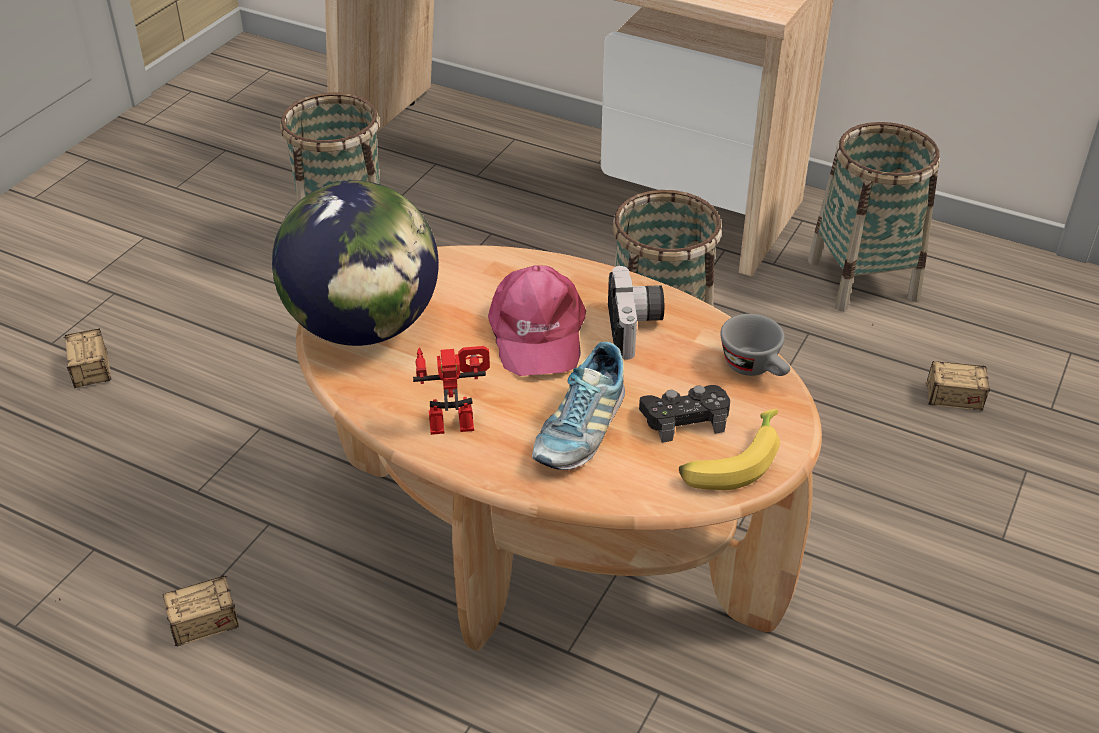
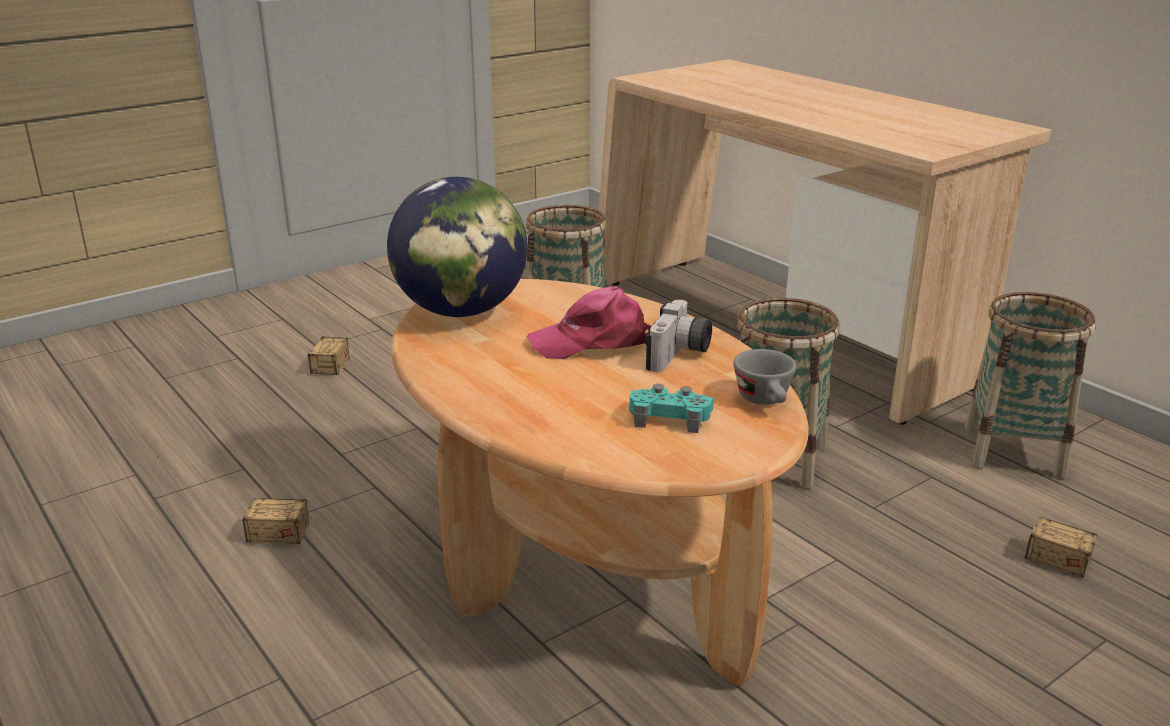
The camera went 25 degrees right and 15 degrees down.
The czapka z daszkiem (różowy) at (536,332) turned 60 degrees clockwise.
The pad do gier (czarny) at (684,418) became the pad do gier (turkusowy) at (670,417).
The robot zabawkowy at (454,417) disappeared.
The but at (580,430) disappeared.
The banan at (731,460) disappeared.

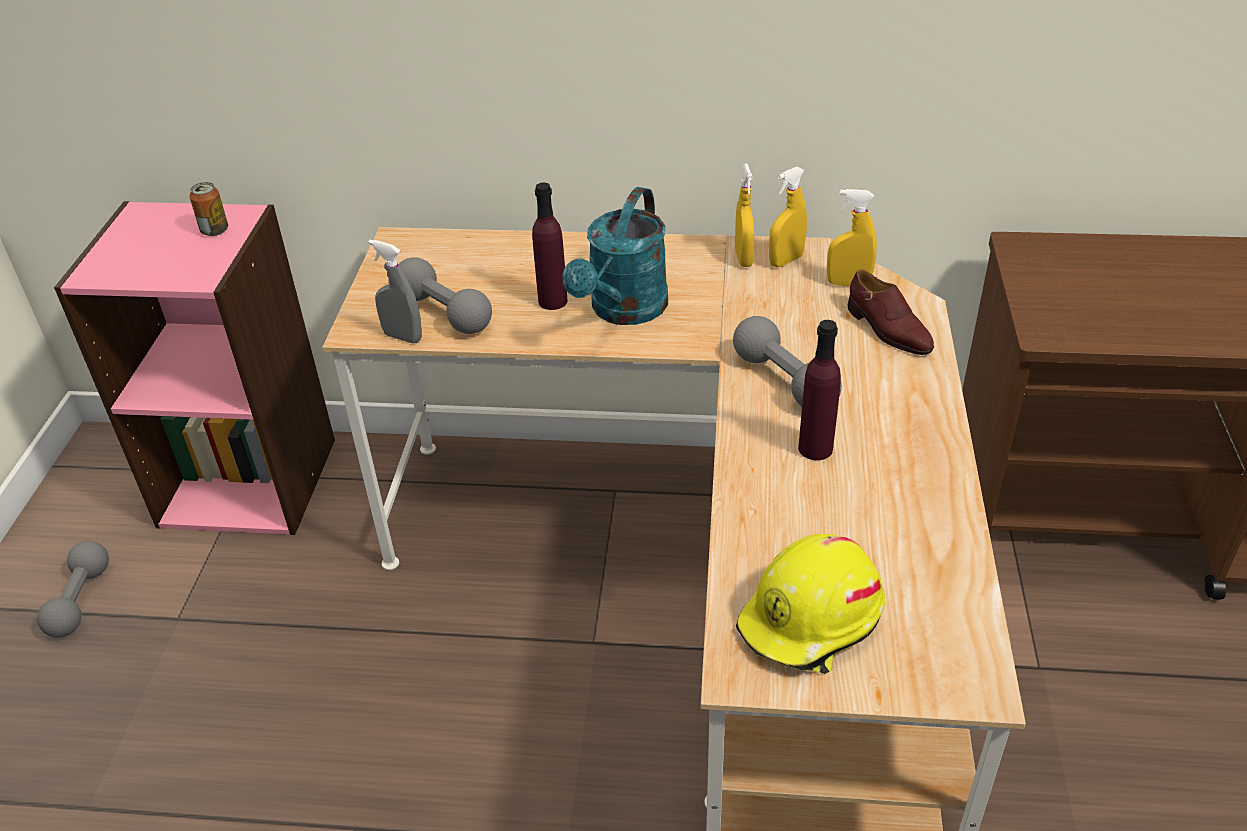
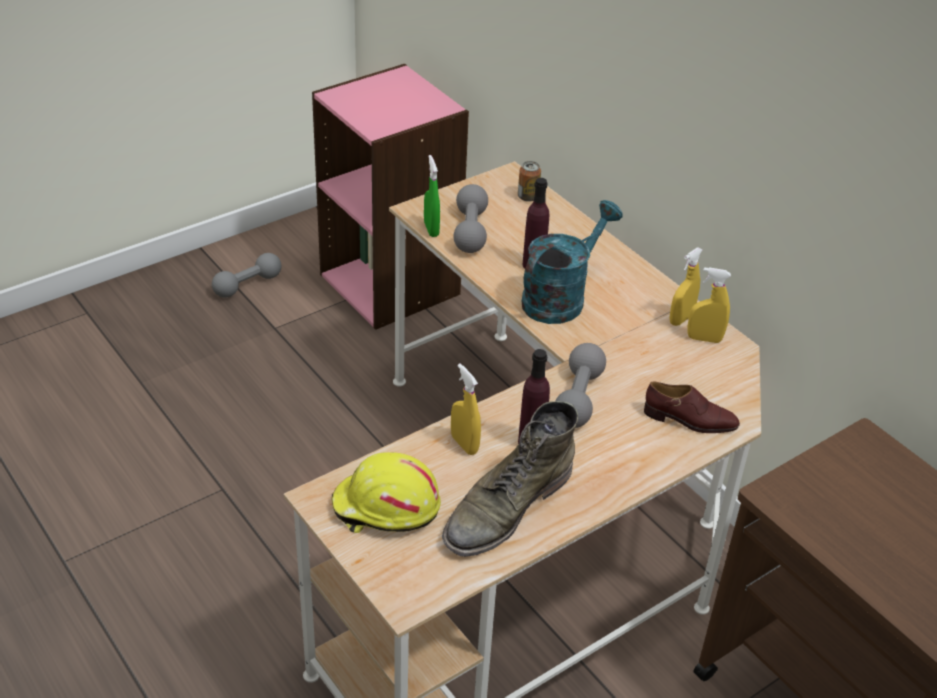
The camera went 45 degrees right and 0 degrees up.
The spryskiwacz (szary) at (403,337) became the spryskiwacz (zielony) at (431,229).
The but z cholewką (zielony) at (507,507) appeared.
The spryskiwacz (żółty) moved from (848,283) to (464,444).
The puszka moved from (215,230) to (528,197).
The konewka (turkusowy) at (623,311) turned 150 degrees clockwise.
The but (brązowy) at (888,330) turned 90 degrees counterclockwise.

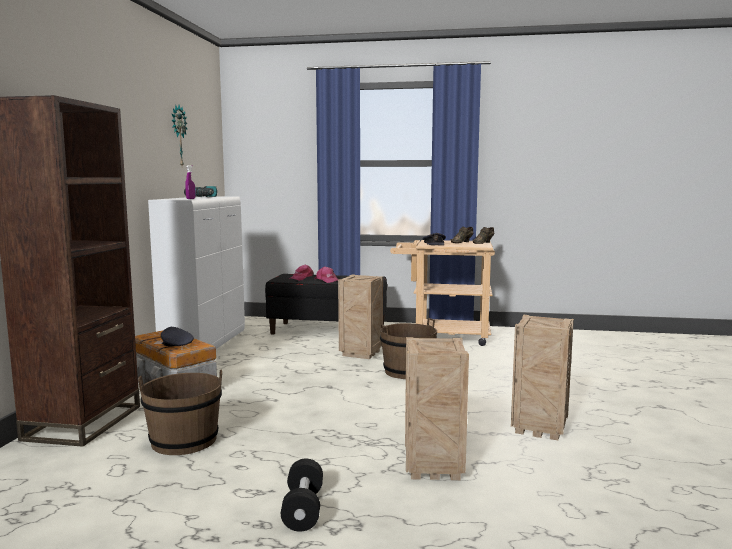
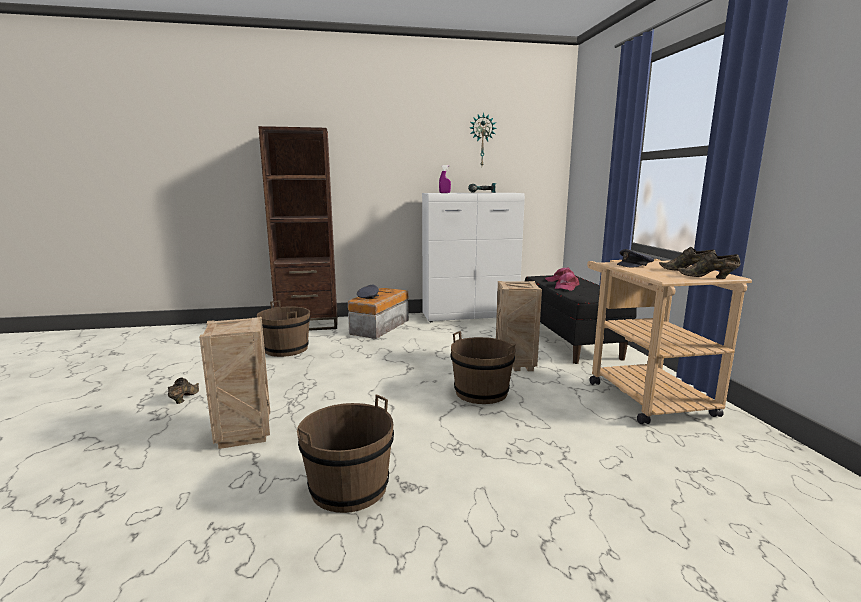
The camera went 70 degrees right and 5 degrees up.
The hantel (czarny) at (303,509) was replaced by the but (brązowy) at (184,398).
The skrzynka at (540,428) was replaced by the wiadro (brązowy) at (349,487).

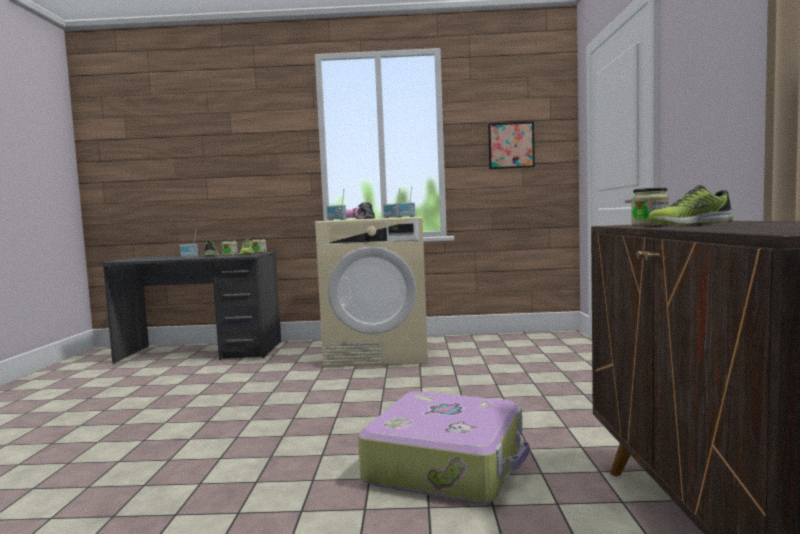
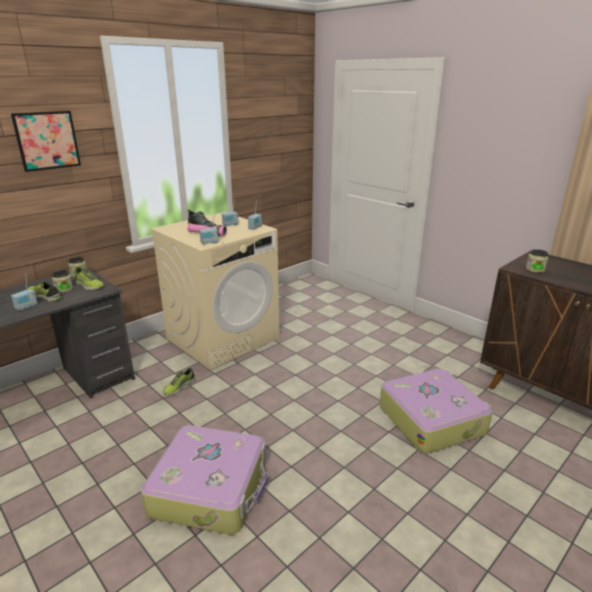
The camera went 45 degrees left and 20 degrees up.
The obraz moved from (511,145) to (47,140).
The walizka at (211,488) appeared.
The but moved from (689,224) to (179,387).

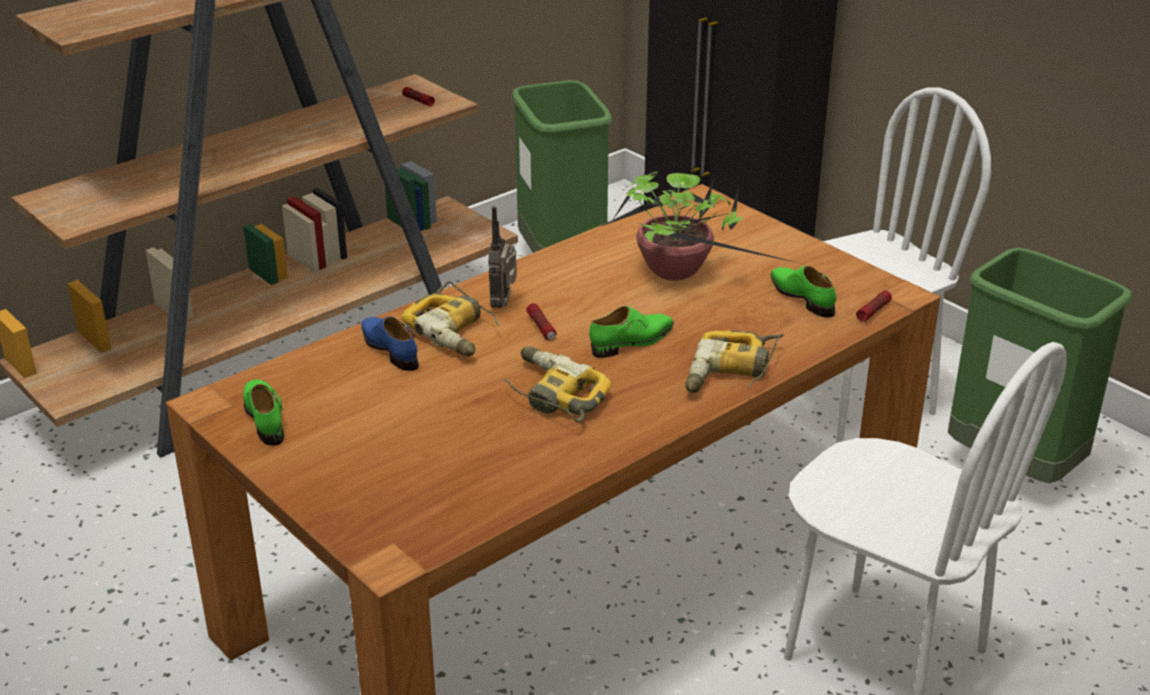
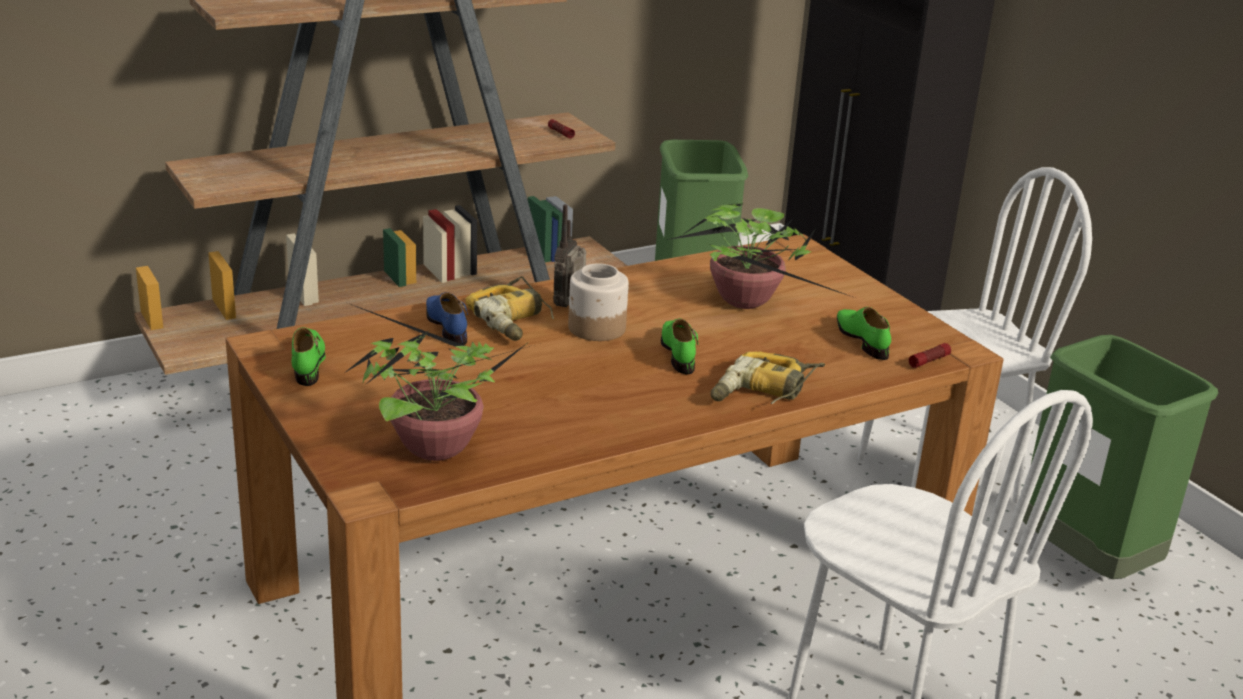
The camera went 10 degrees right and 5 degrees down.
The roślina doniczkowa at (432,447) appeared.
The latarka at (541,327) was replaced by the słoik at (596,328).
The but (zielony) at (632,341) turned 75 degrees counterclockwise.
The wiertarka at (552,395) disappeared.

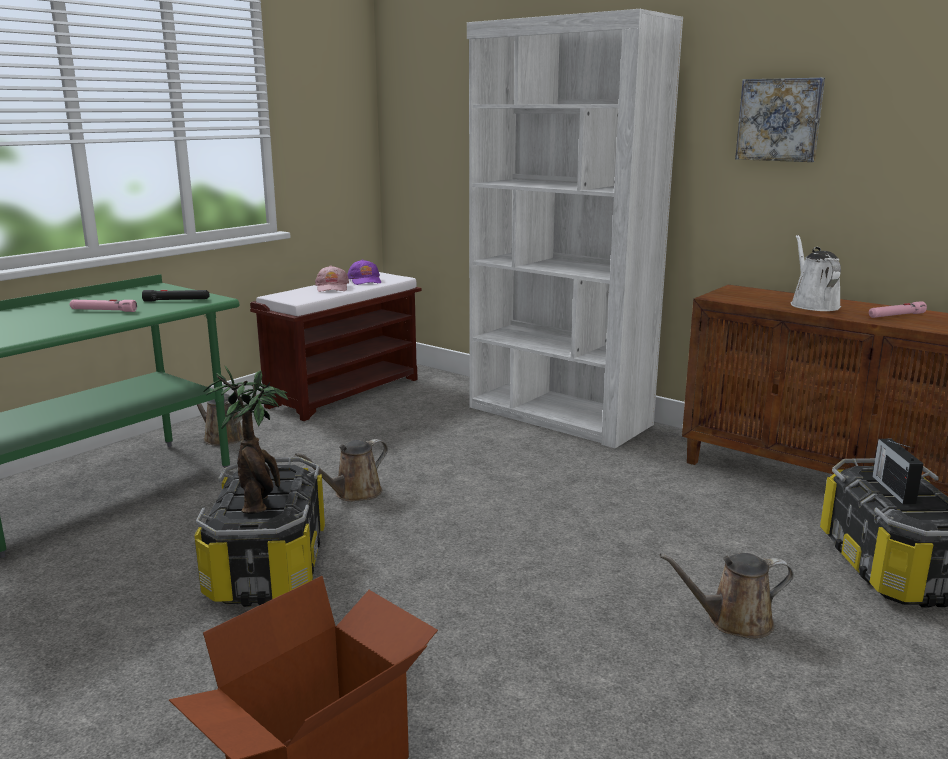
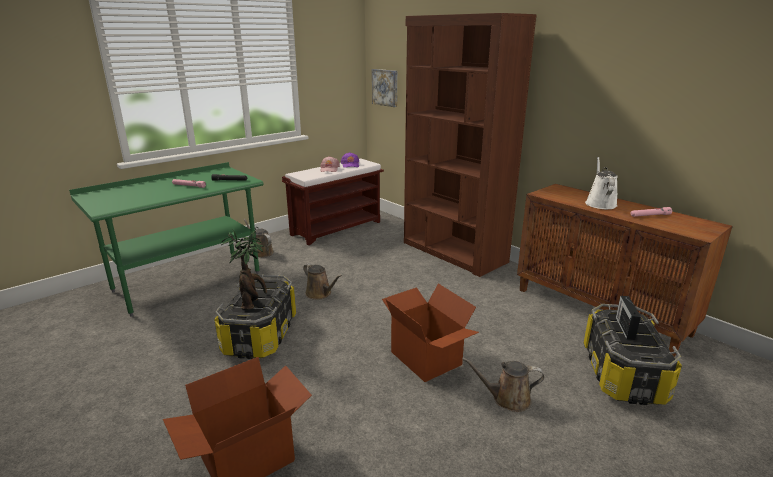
The camera went 10 degrees right and 5 degrees up.
The konewka (brązowy) at (354,493) turned 105 degrees counterclockwise.
The obraz moved from (780,120) to (385,87).
The karton at (427,358) appeared.
The regał (biały) at (558,416) became the regał (brązowy) at (453,252).

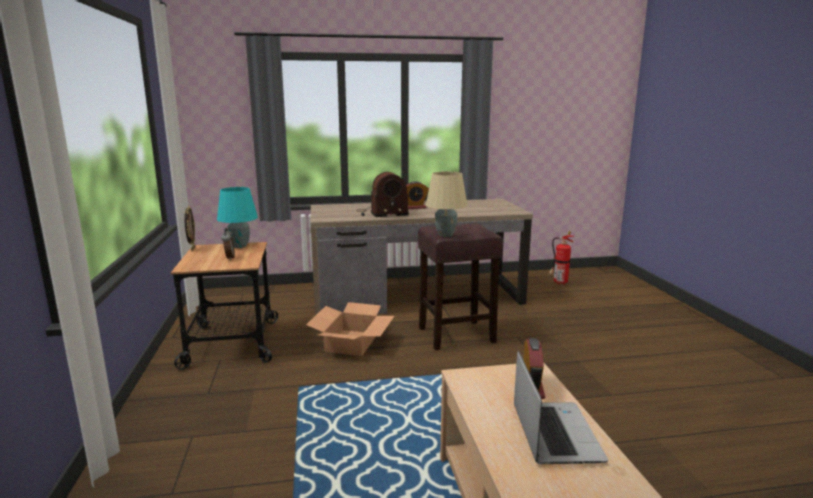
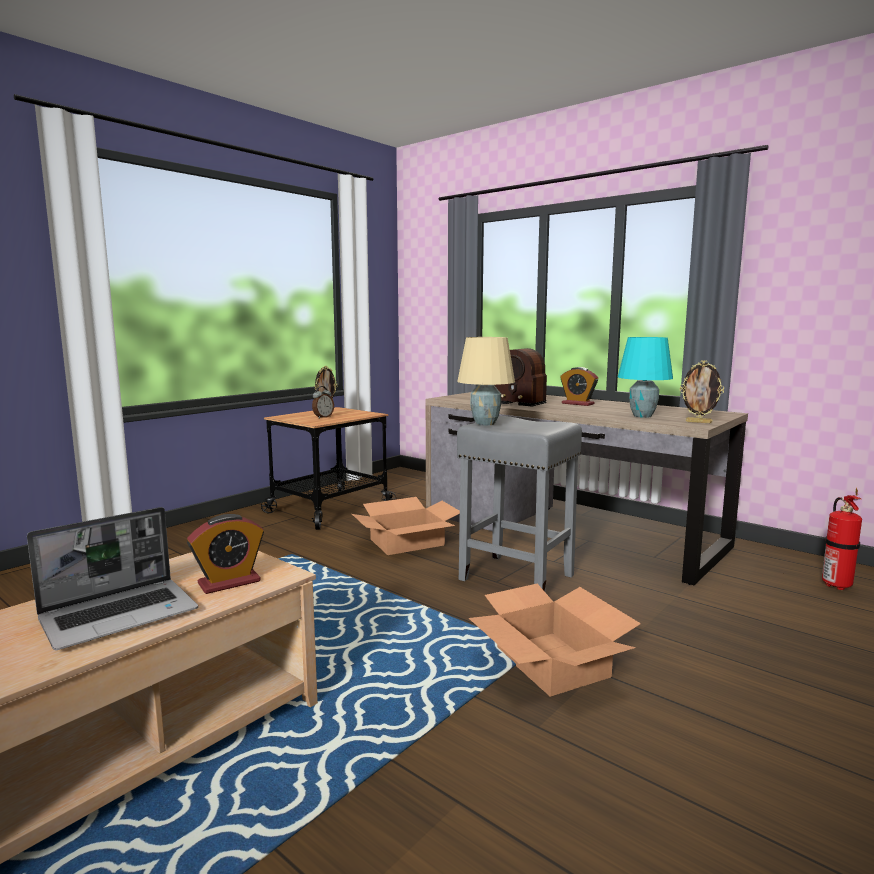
The camera went 50 degrees right and 5 degrees down.
The stołek (brązowy) at (455,335) became the stołek (szary) at (514,577).
The karton at (551,662) appeared.
The lampa stołowa (turkusowy) moved from (239,246) to (641,416).
The ramka na zdjęcie at (698,422) appeared.

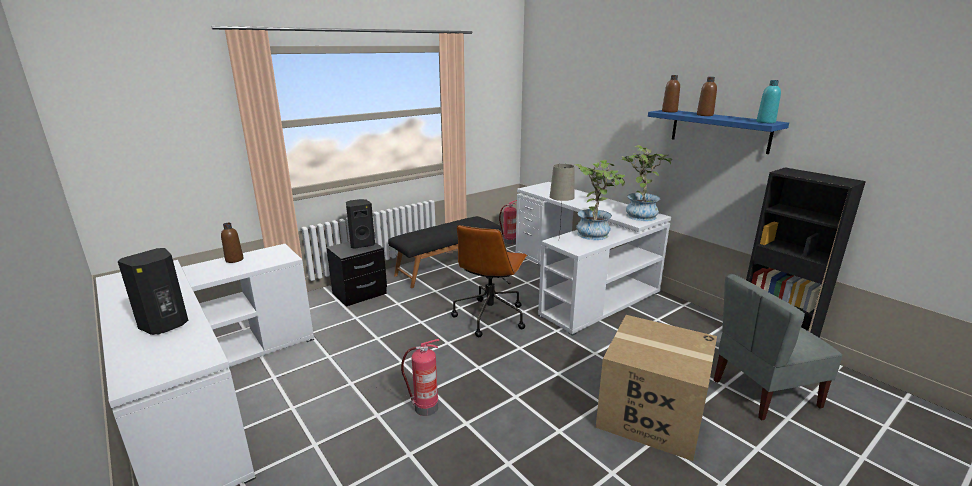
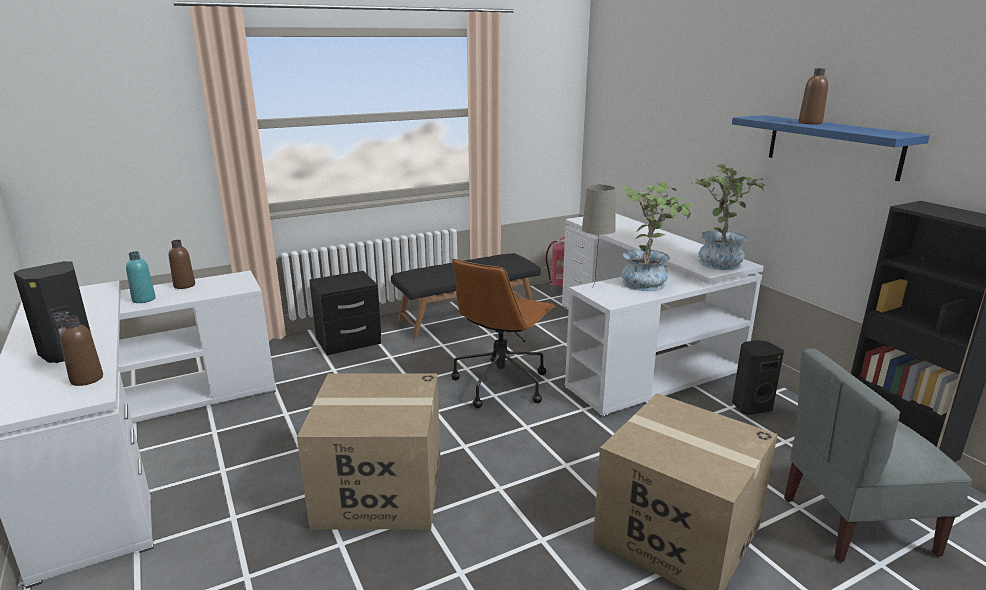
The camera went 10 degrees right and 0 degrees up.
The butelka (brązowy) moved from (669,111) to (87,379).
The butelka (turkusowy) moved from (765,122) to (144,299).
The gaśnica at (425,408) was replaced by the karton at (379,489).
The głośnik (czarny) moved from (361,244) to (750,406).

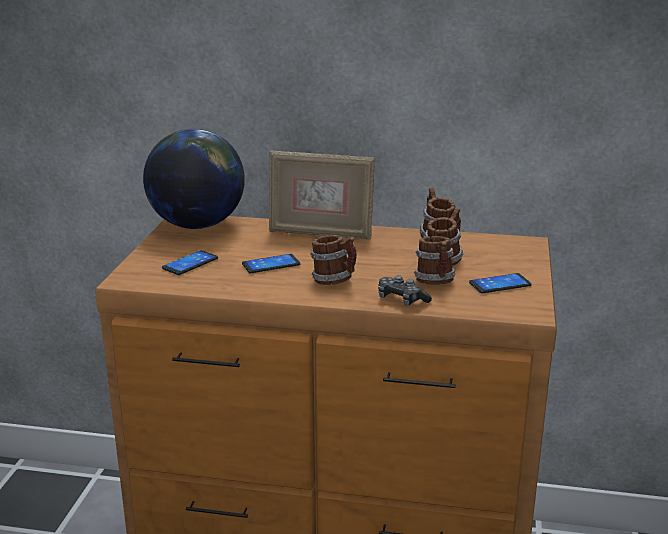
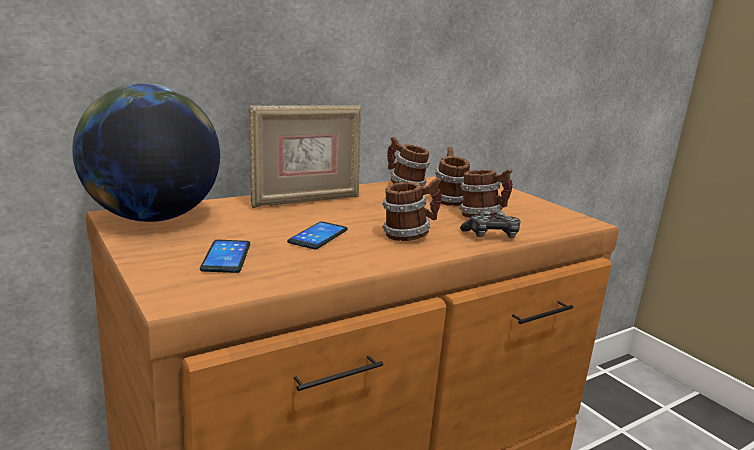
The camera went 45 degrees left and 5 degrees down.
The telefon at (500,284) disappeared.

